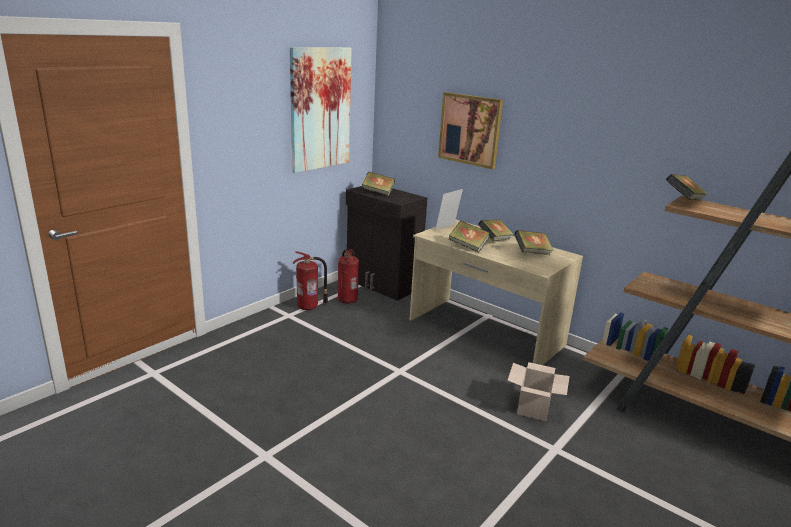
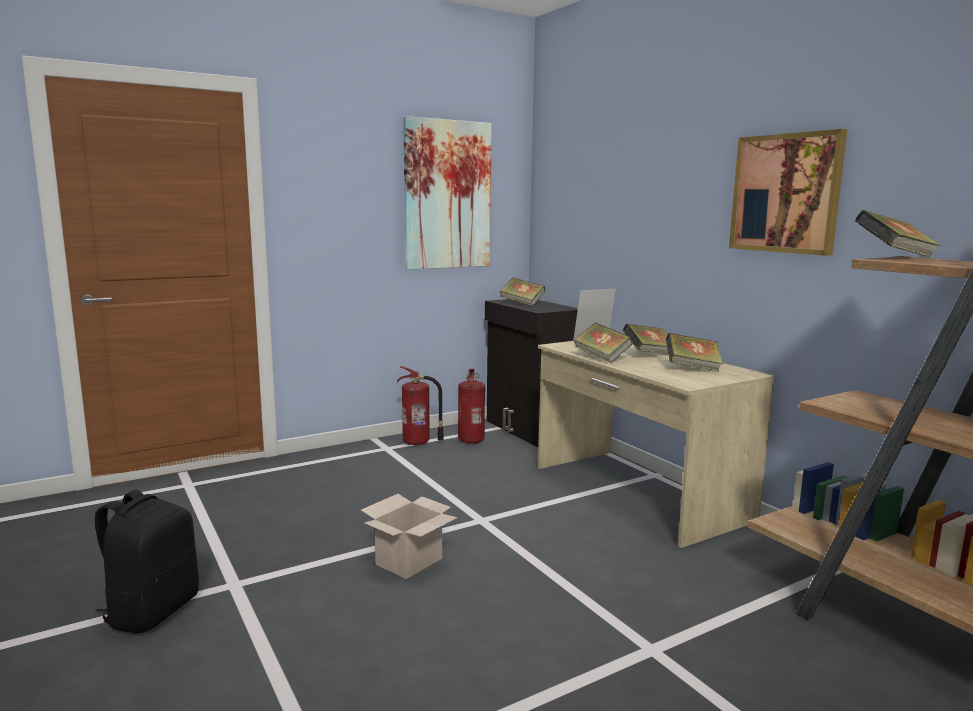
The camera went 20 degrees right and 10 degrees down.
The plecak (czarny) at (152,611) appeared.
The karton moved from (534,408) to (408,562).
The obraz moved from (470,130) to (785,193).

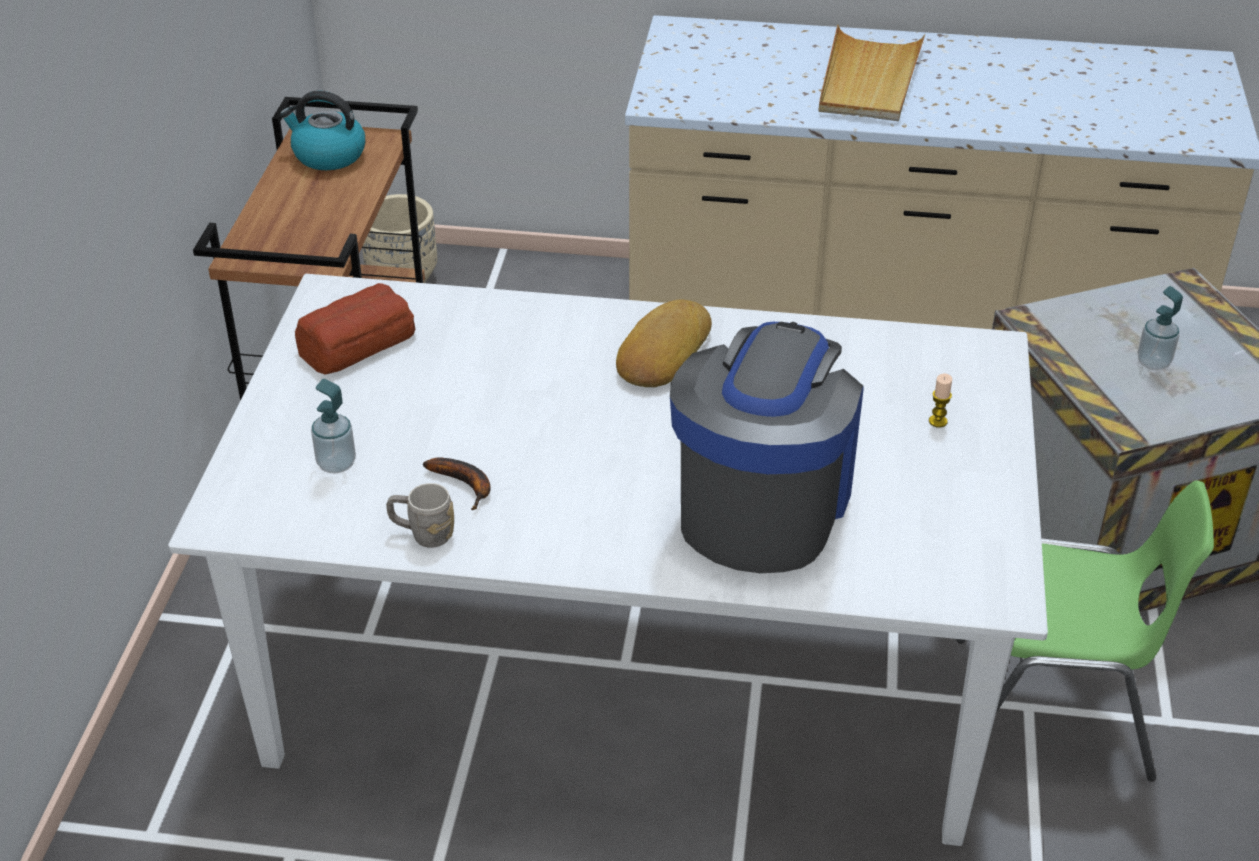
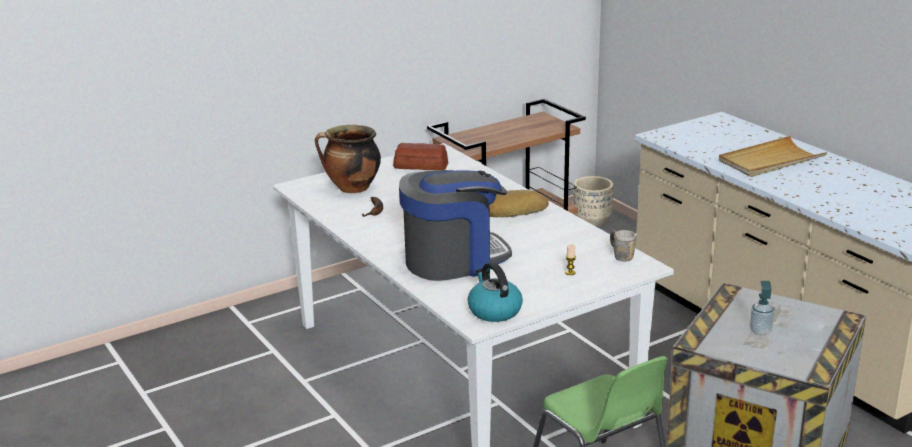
The camera went 50 degrees right and 15 degrees down.
The dozownik mydła at (336,464) was replaced by the garnek at (351,189).
The czajnik moved from (328,155) to (494,310).
The kubek (szary) moved from (423,534) to (620,255).

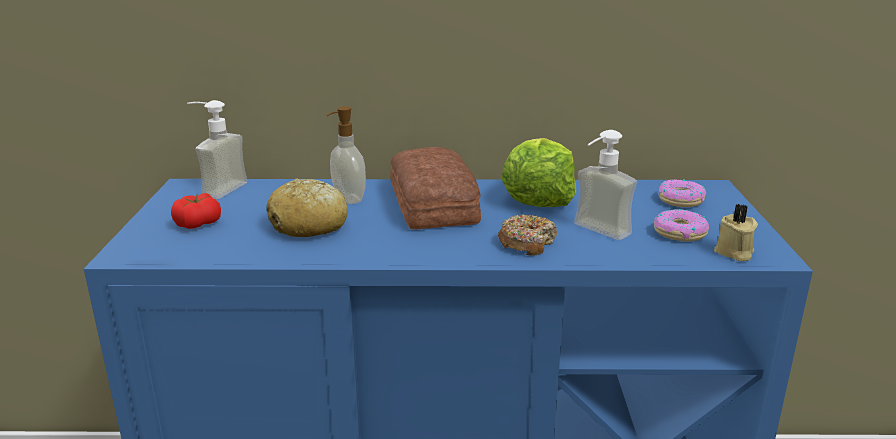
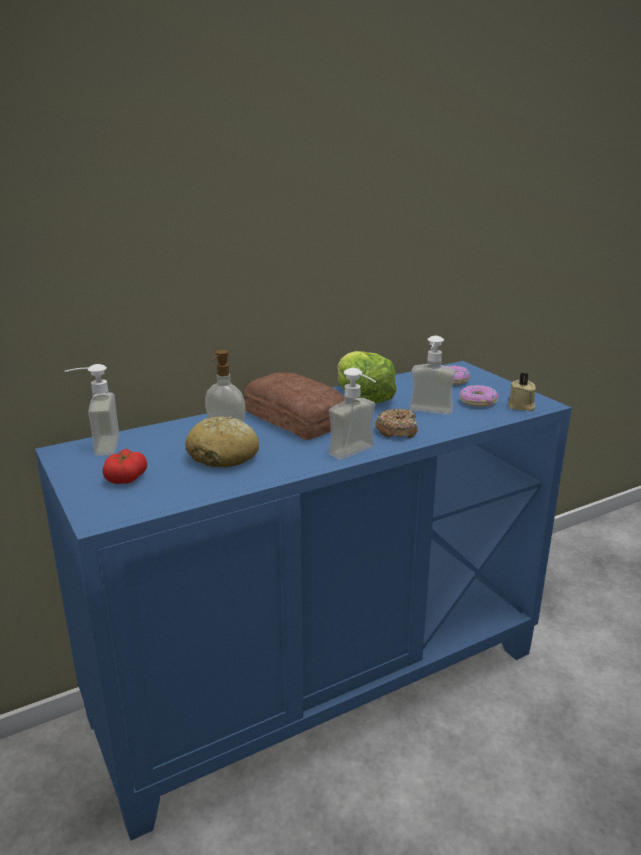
The camera went 30 degrees left and 0 degrees up.
The dozownik mydła at (358,454) appeared.

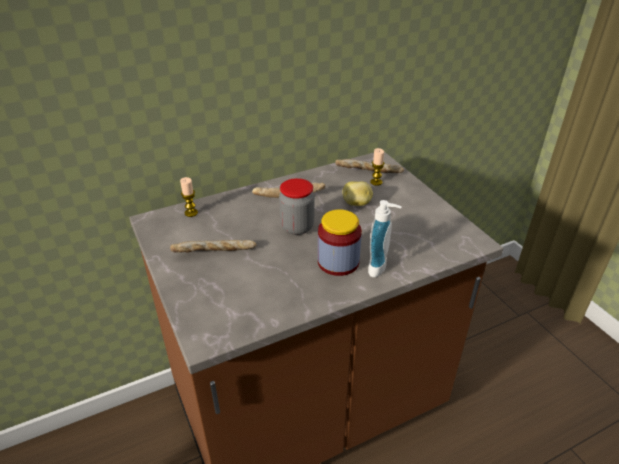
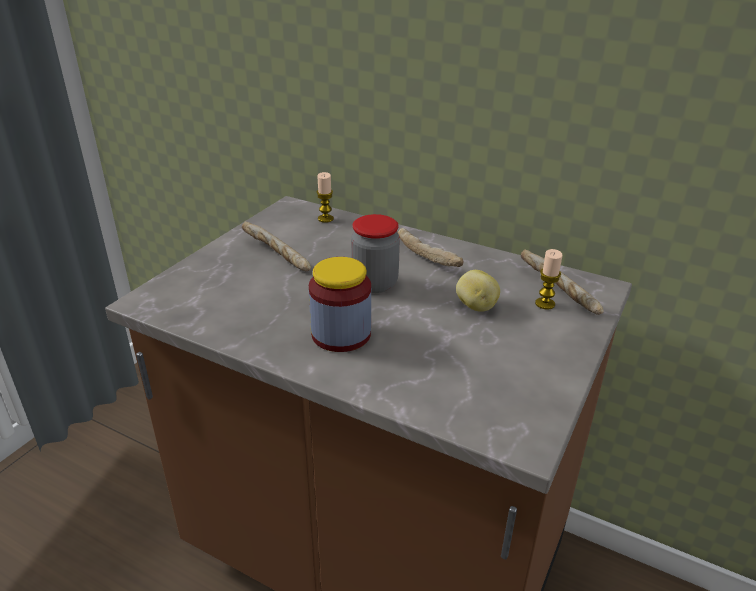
The camera went 55 degrees right and 5 degrees down.
The dozownik mydła at (381,268) disappeared.

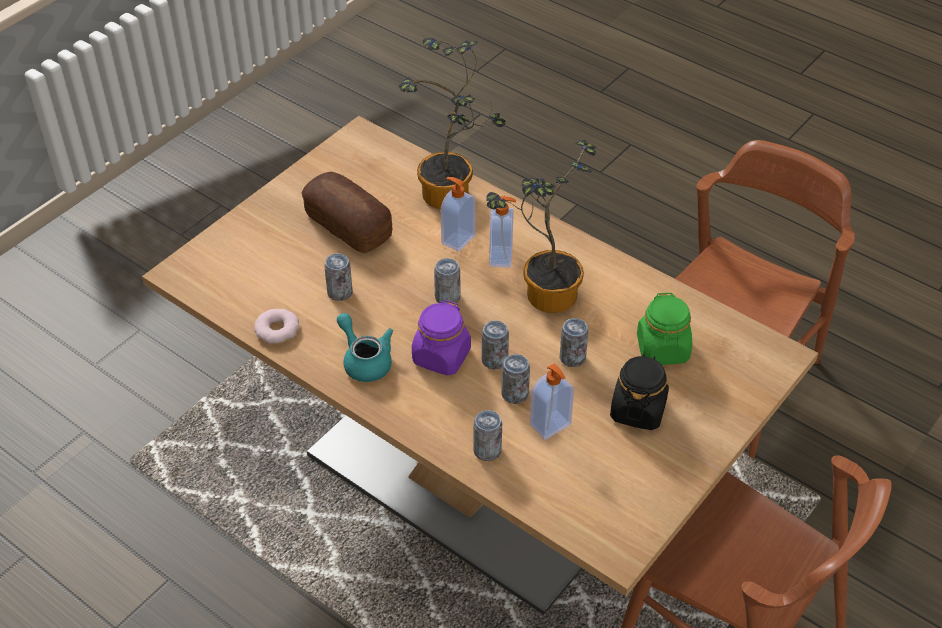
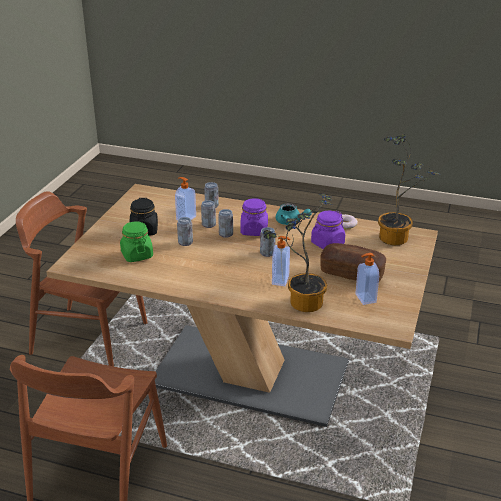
The camera went 160 degrees right and 15 degrees down.
The puszka at (340,292) was replaced by the słoik (fioletowy) at (327,243).
The dozownik mydła moved from (502,257) to (365,298).
The roślina doniczkowa moved from (543,294) to (398,238).

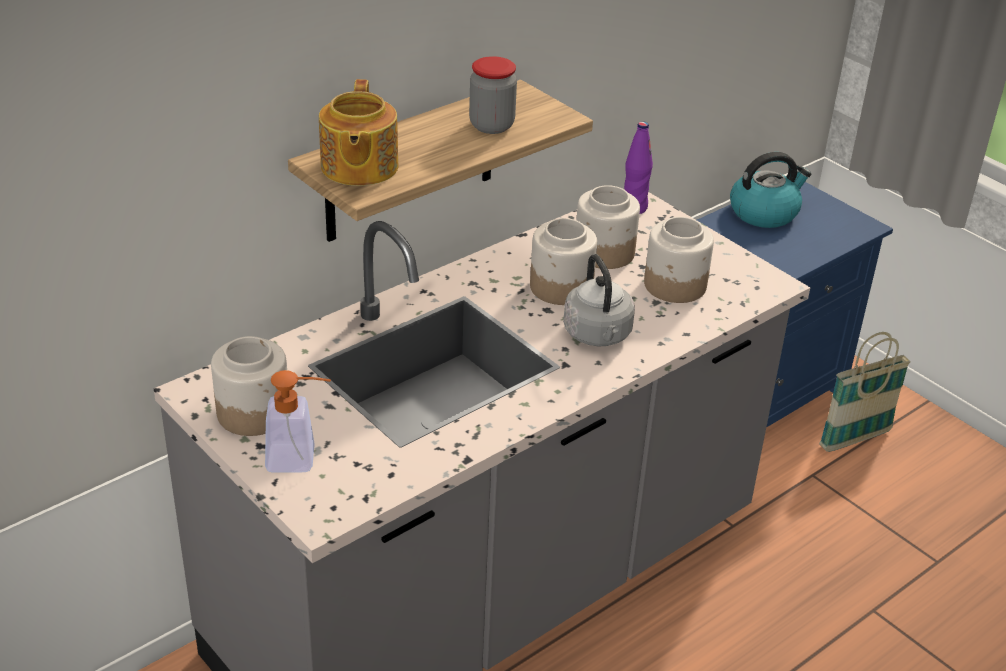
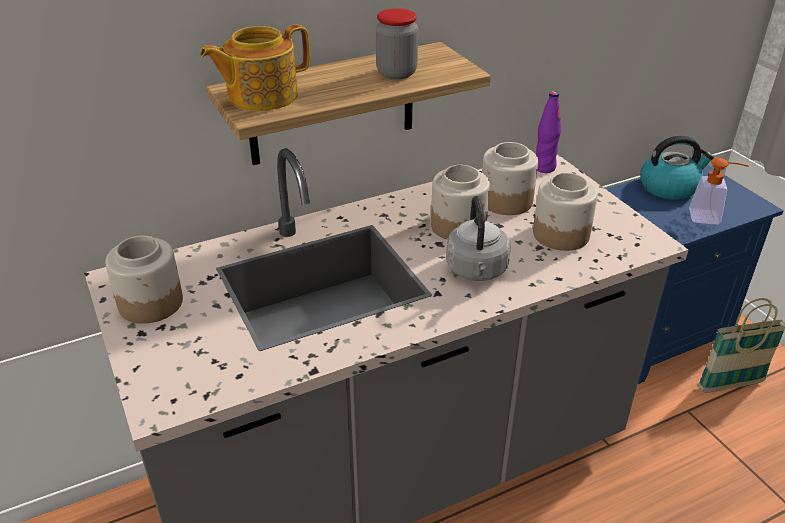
The camera went 15 degrees right and 0 degrees up.
The imbryk at (358,167) turned 45 degrees clockwise.
The dozownik mydła moved from (300,459) to (710,218).

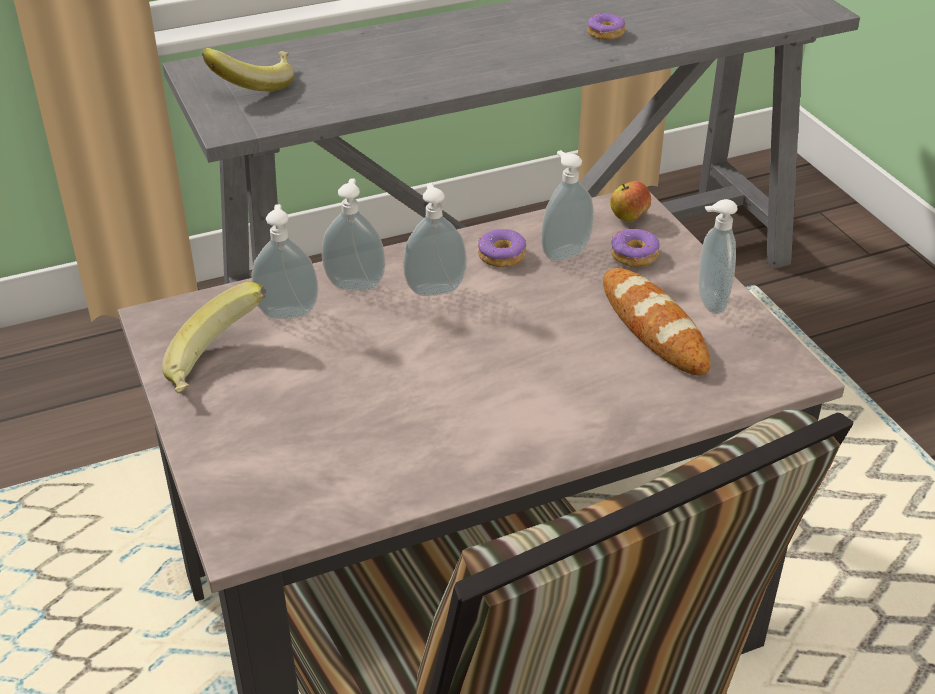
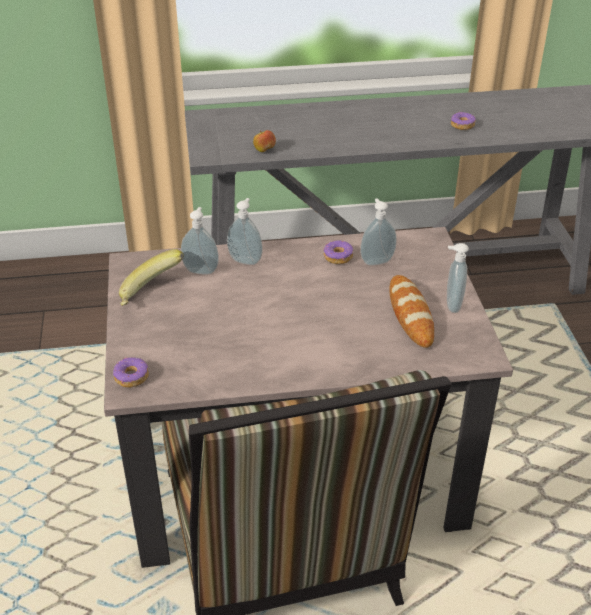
The camera went 15 degrees right and 0 degrees up.
The donut moved from (634,255) to (131,377).
The jabłko moved from (628,217) to (264,150).
The banan at (254,85) disappeared.
The dozownik mydła at (435,288) disappeared.

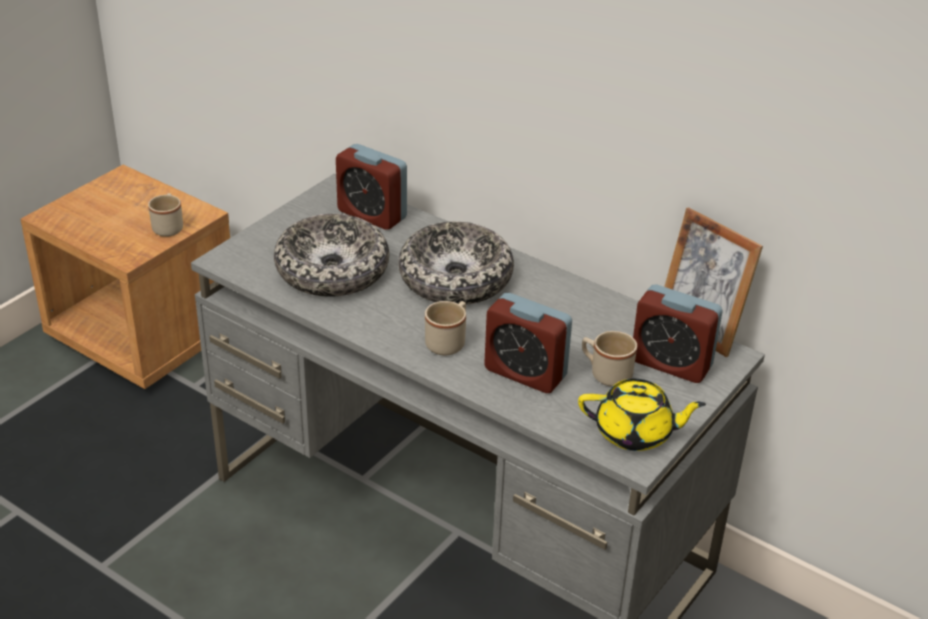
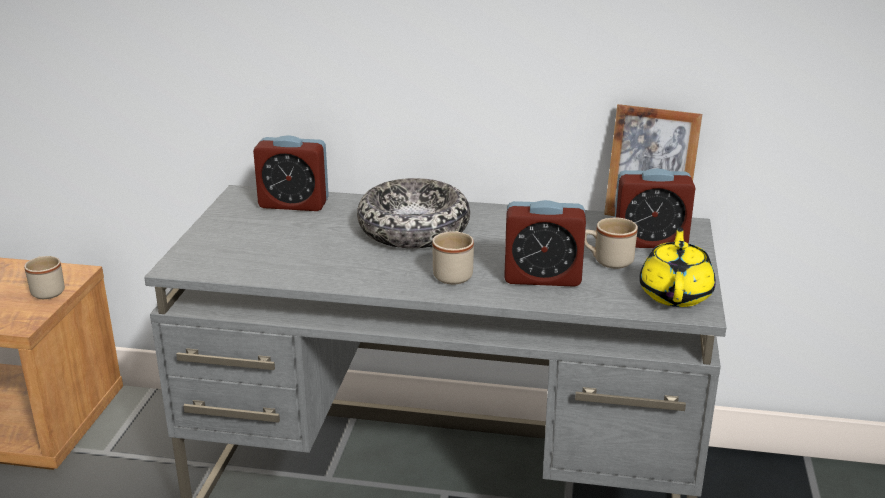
The camera went 25 degrees left and 10 degrees down.
The imbryk (żółty) at (635,433) turned 60 degrees counterclockwise.
The miska at (332,270) disappeared.

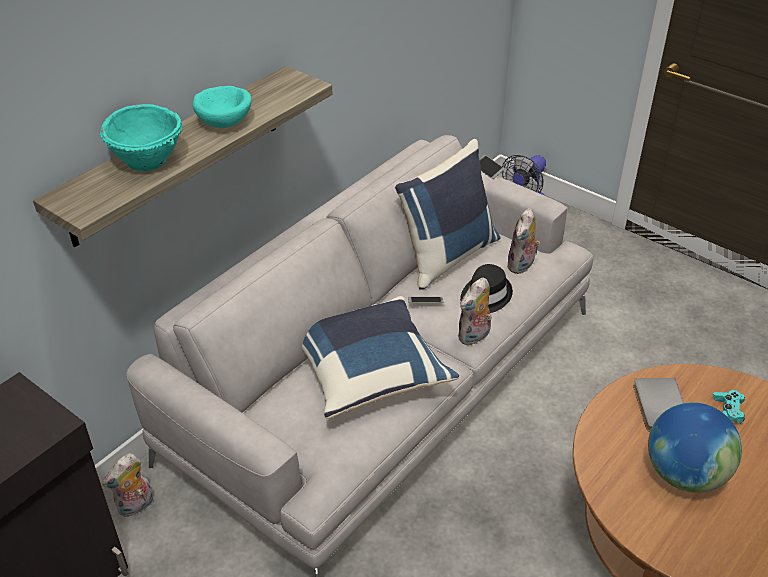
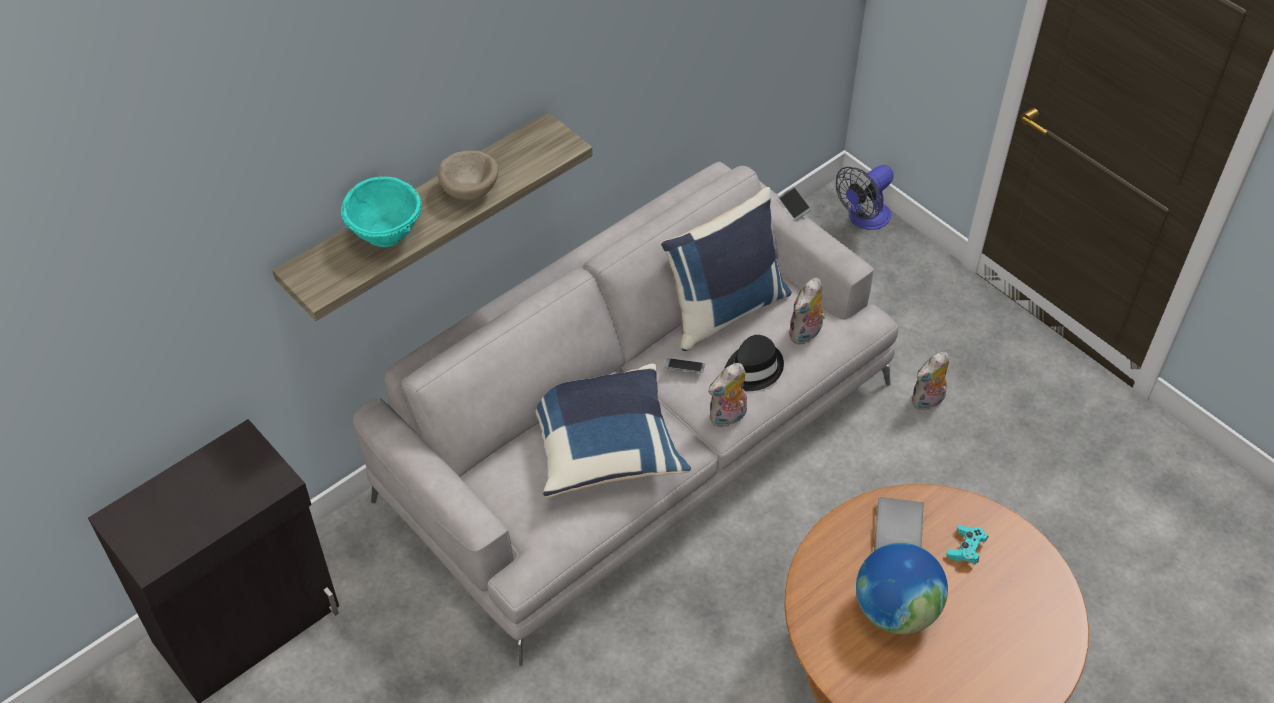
The camera went 10 degrees right and 10 degrees up.
The miska (turkusowy) at (225,122) became the miska (beżowy) at (471,189).
The pluszak moved from (136,507) to (927,402).

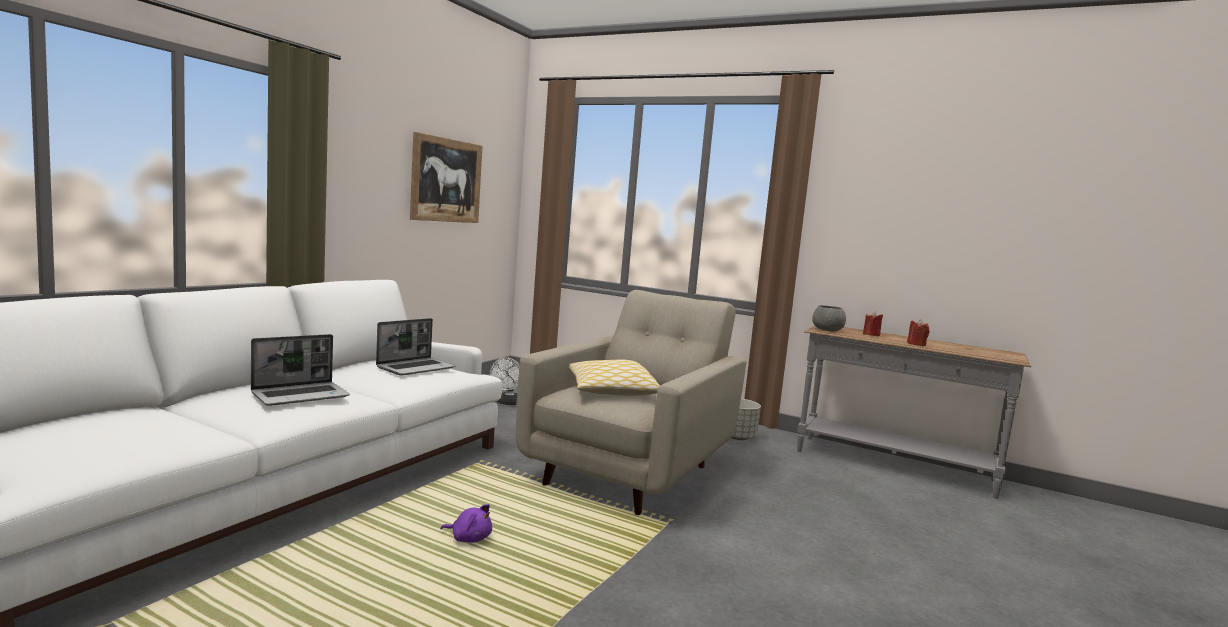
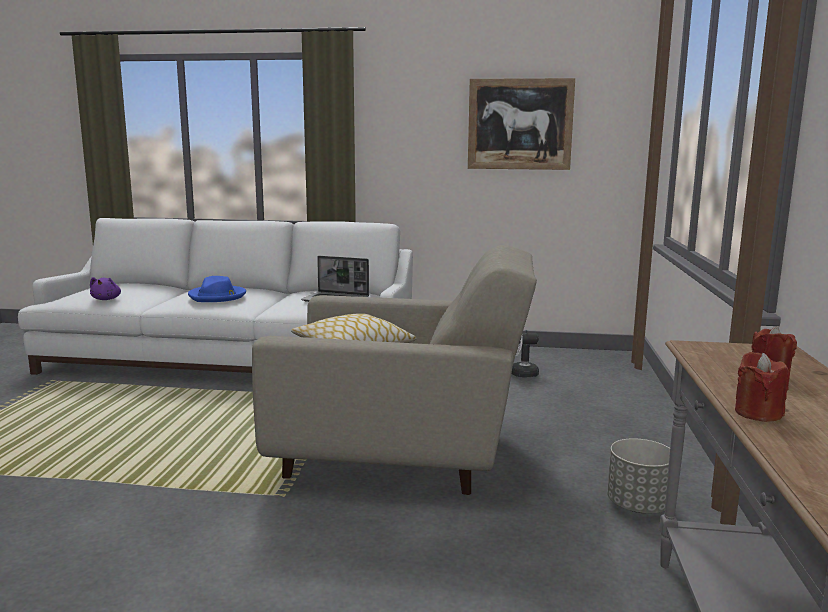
The camera went 70 degrees right and 5 degrees up.
The pluszak (fioletowy) moved from (469,538) to (107,299).
The laptop at (301,395) was replaced by the kapelusz (niebieski) at (217,296).
The miska (szary) at (828,330) disappeared.

